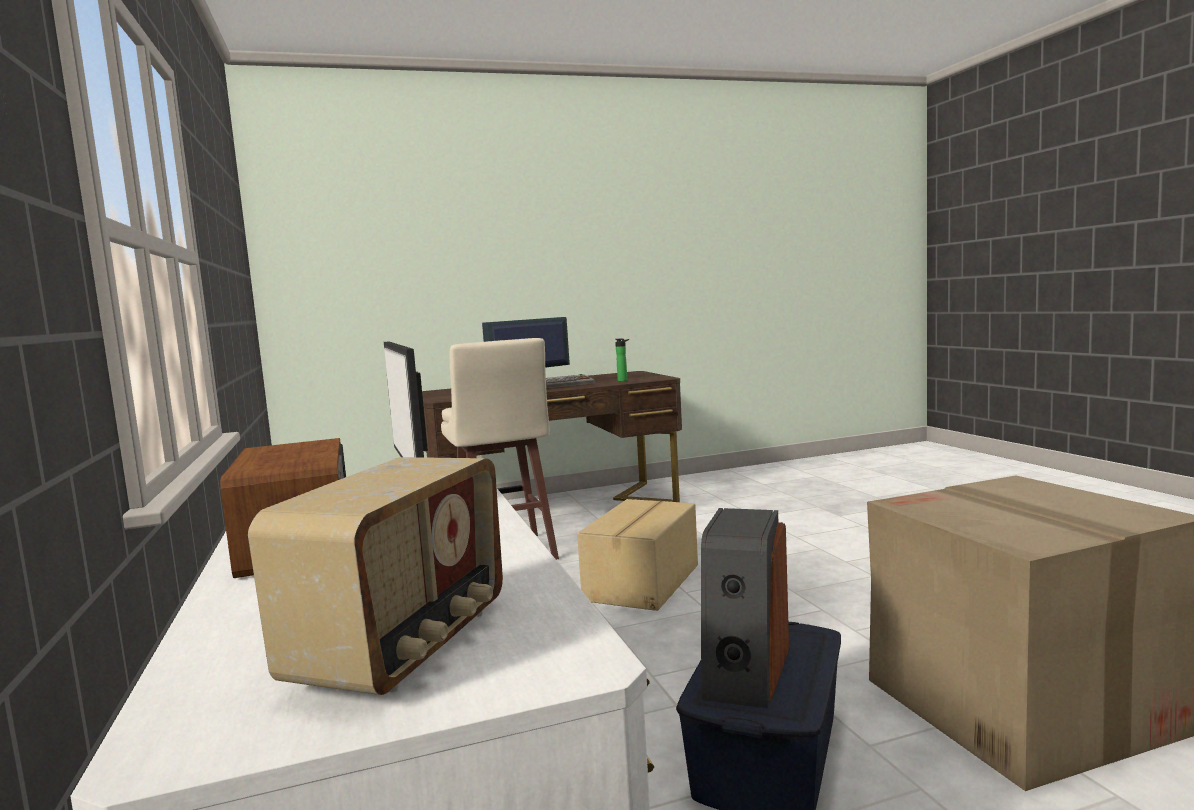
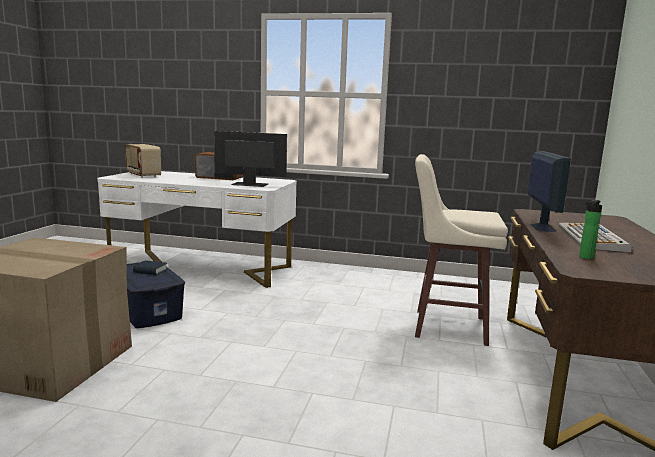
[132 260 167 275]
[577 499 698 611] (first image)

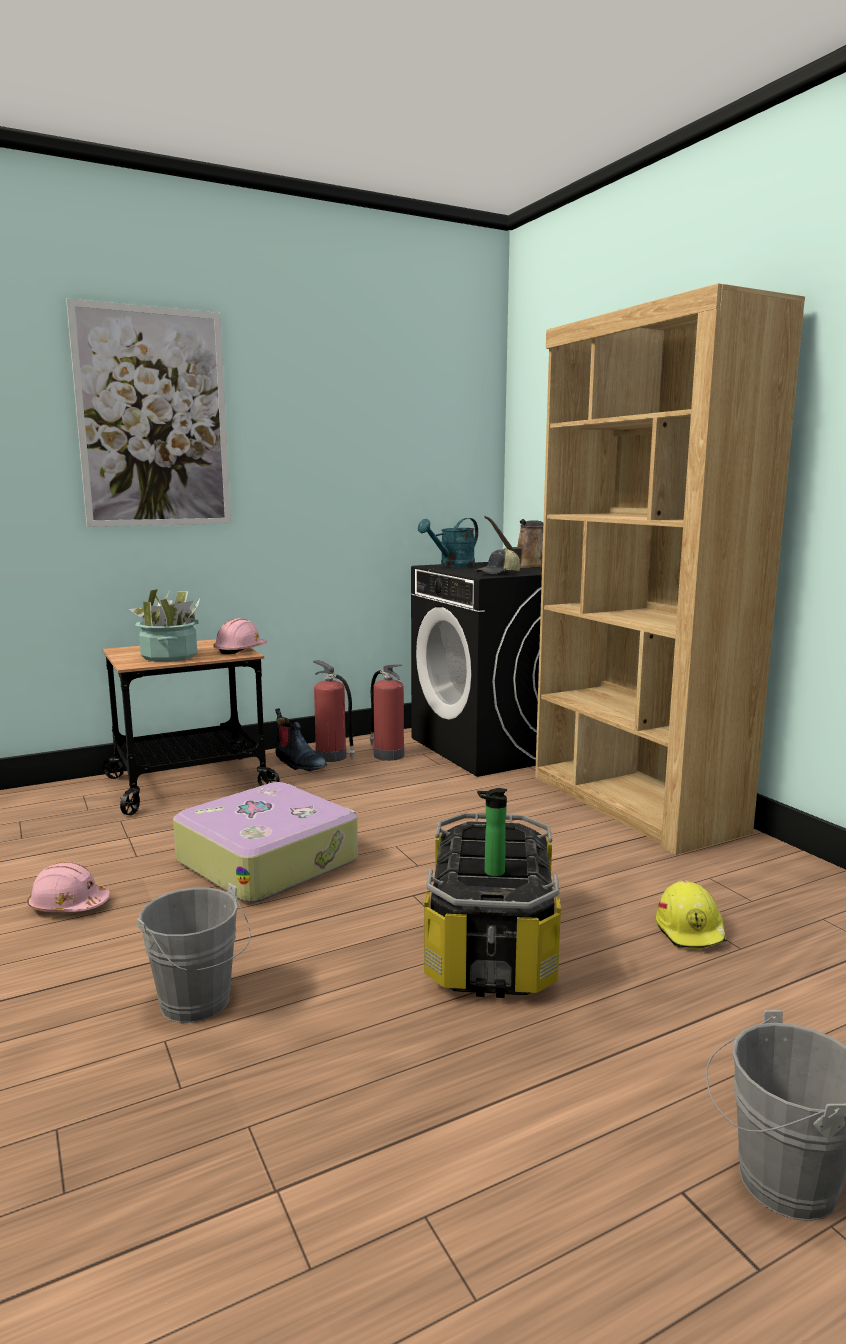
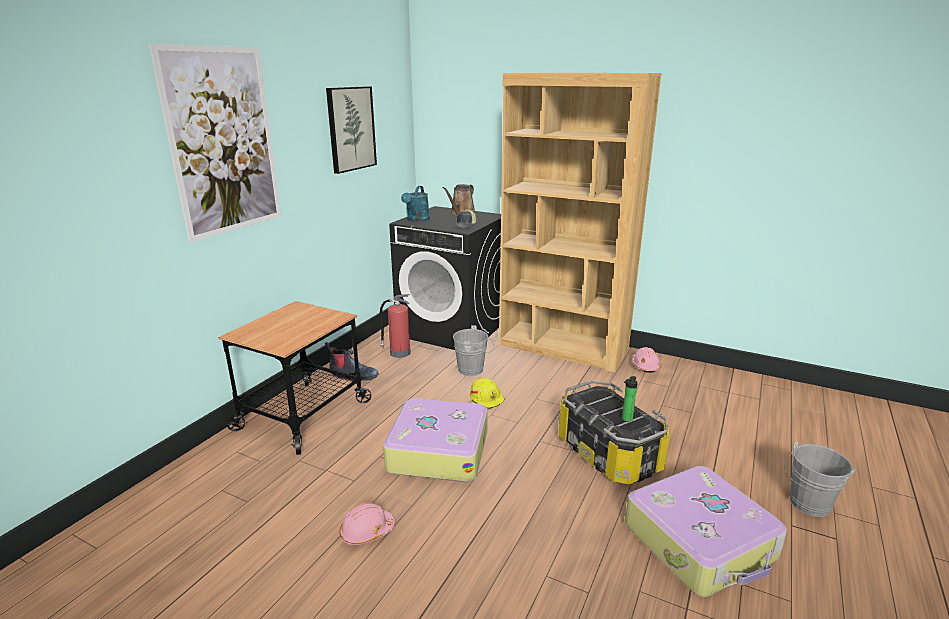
[326 86 377 174]
[453 325 494 376]
[470 377 505 409]
[625 466 787 597]
[632 347 661 373]
[129 589 200 662] (first image)
[313 660 355 762] (first image)

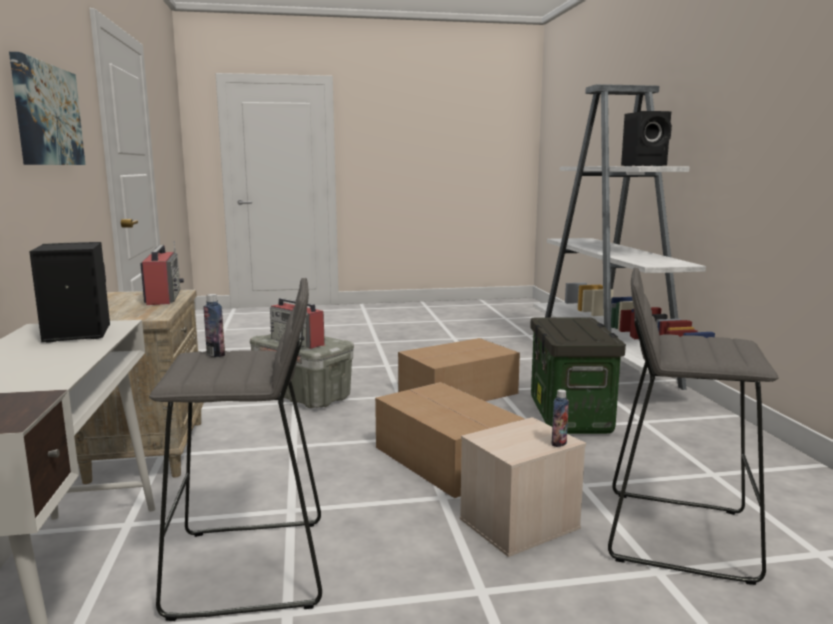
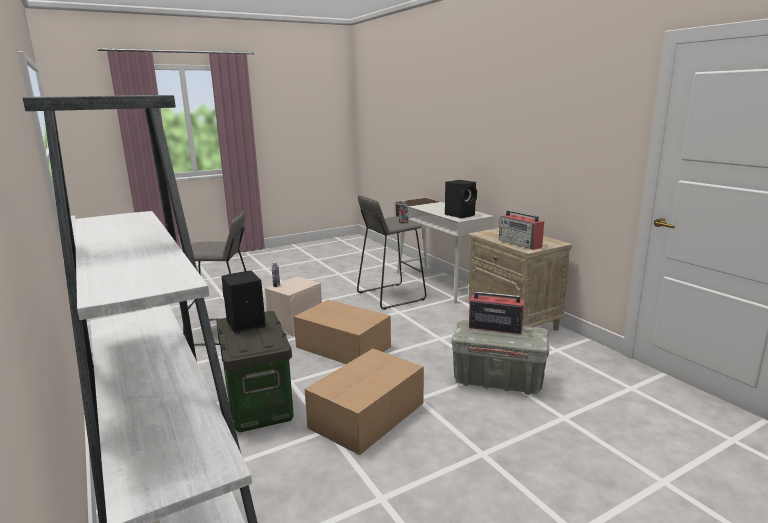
[221 271 266 334]
[9 52 85 165] (first image)

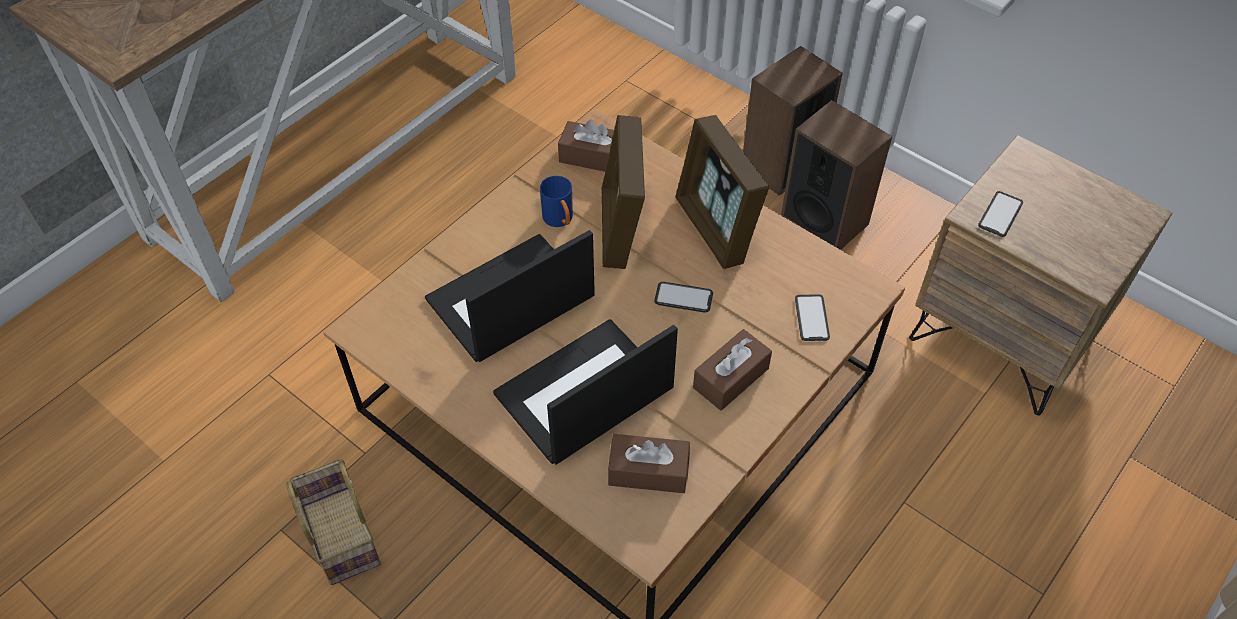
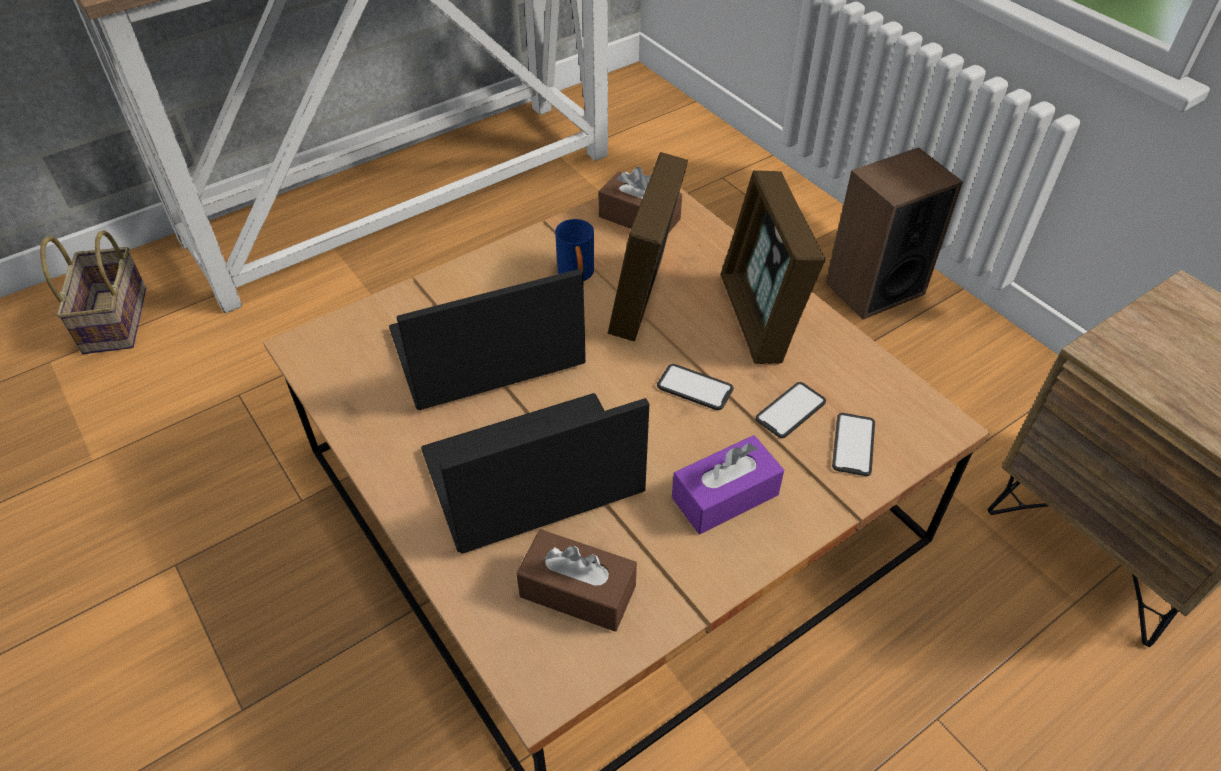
[40 230 146 354]
[672 435 784 534]
[755 382 826 438]
[781 100 892 250] (first image)

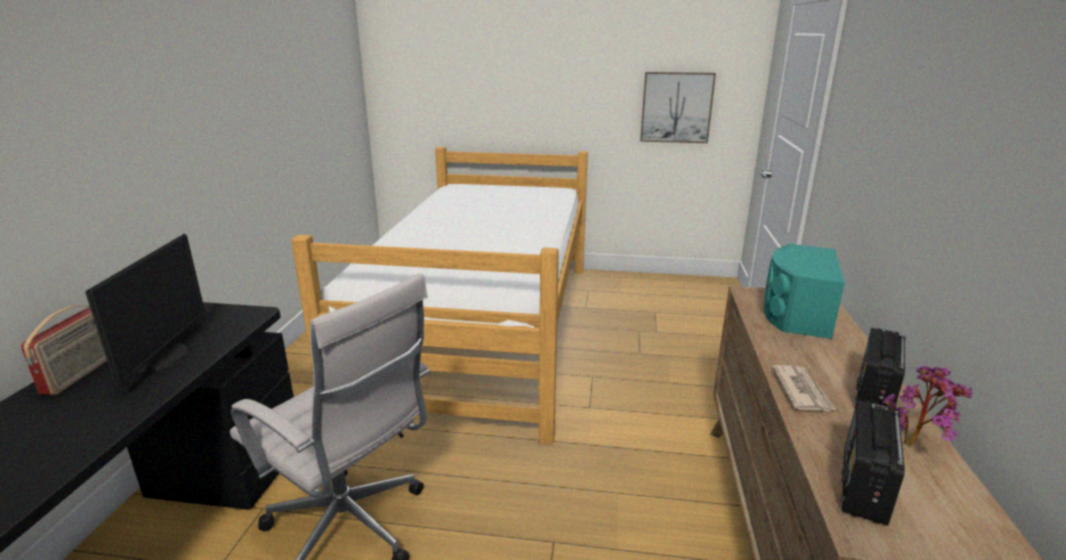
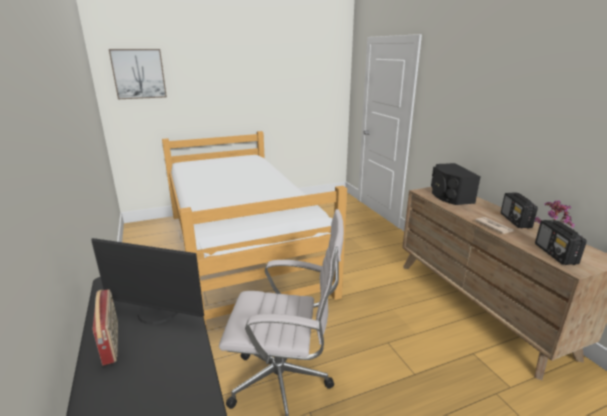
[91 238 204 325]
[109 49 167 99]
[431 163 481 205]

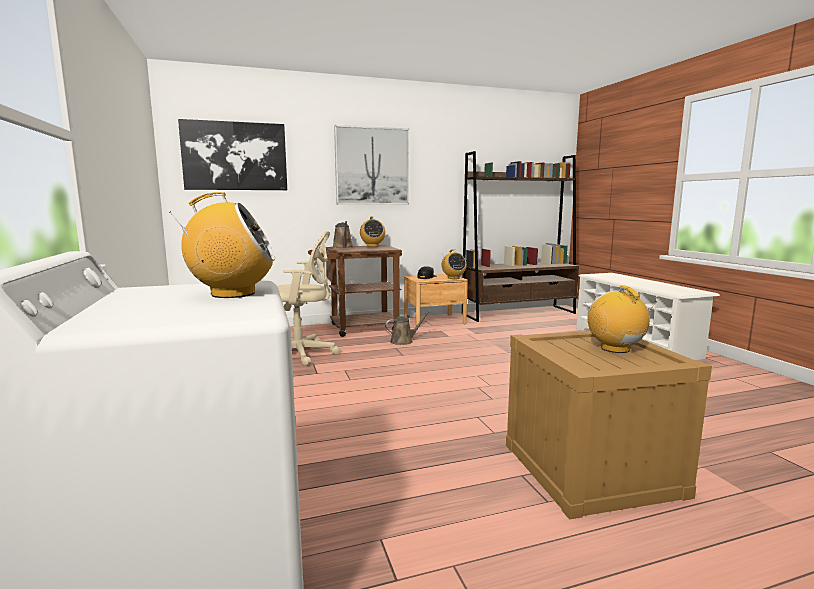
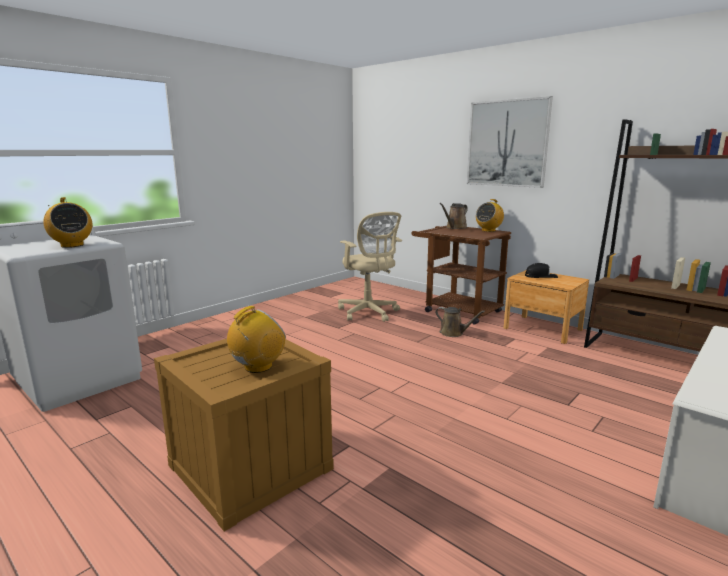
[178 119 287 190] (first image)
[442 249 467 279] (first image)

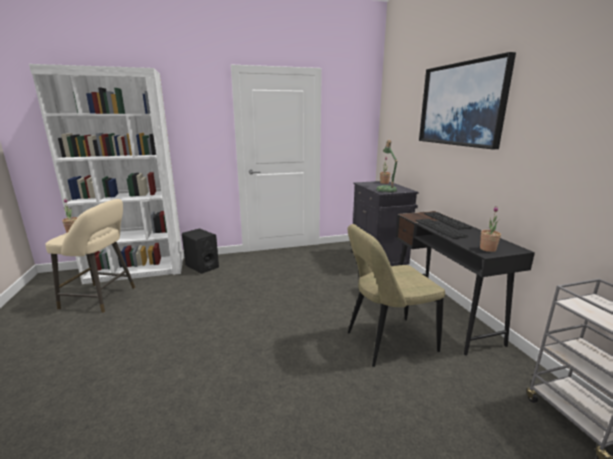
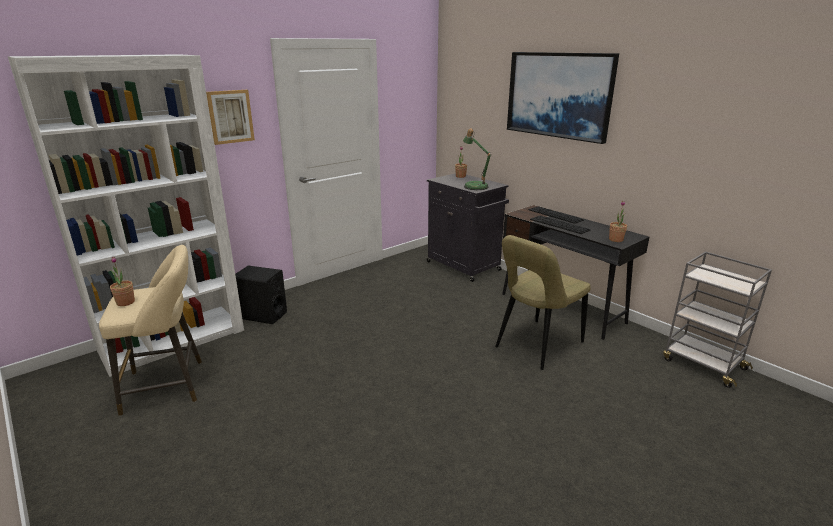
[206 90 255 145]

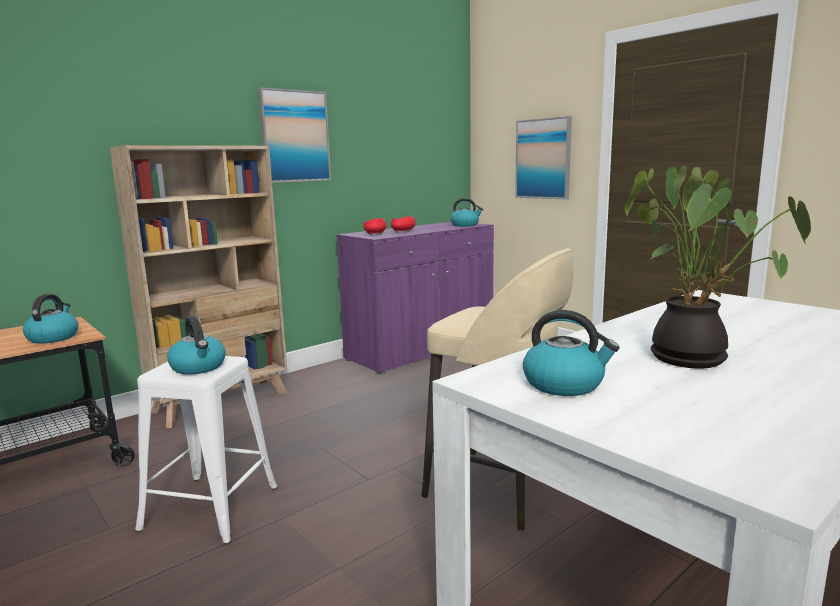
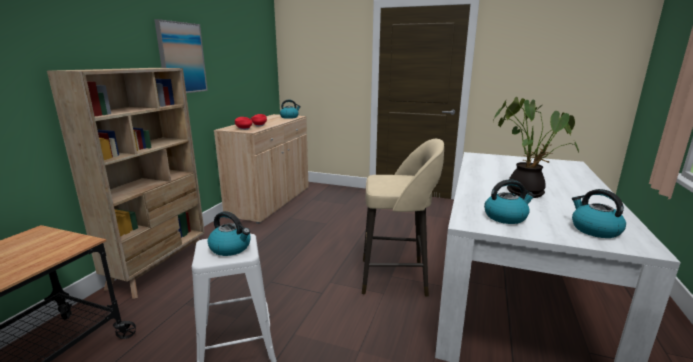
[214 114 309 224]
[572 189 626 238]
[515 116 572 199] (first image)

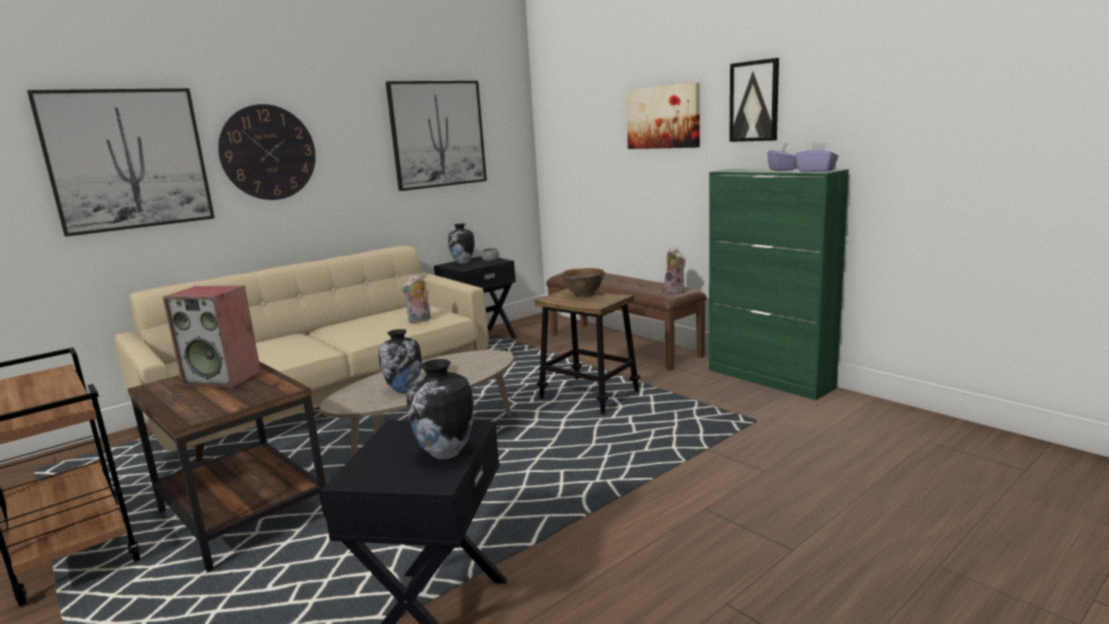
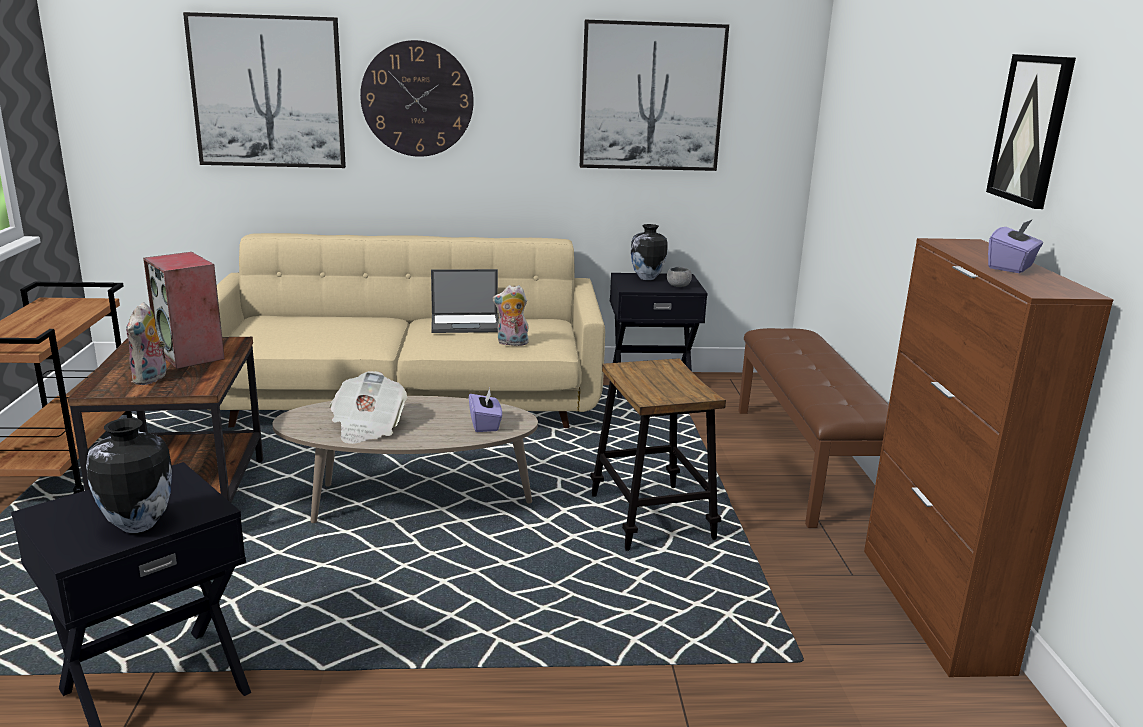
[126 302 167 385]
[330 371 407 444]
[431 269 499 333]
[469 388 502 432]
[864 238 1113 677]
[562 268 605 297] (first image)
[626 83 700 149] (first image)

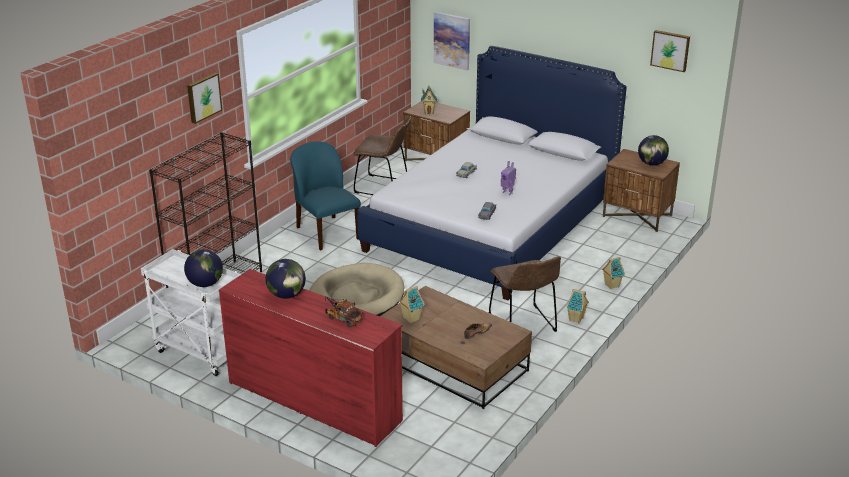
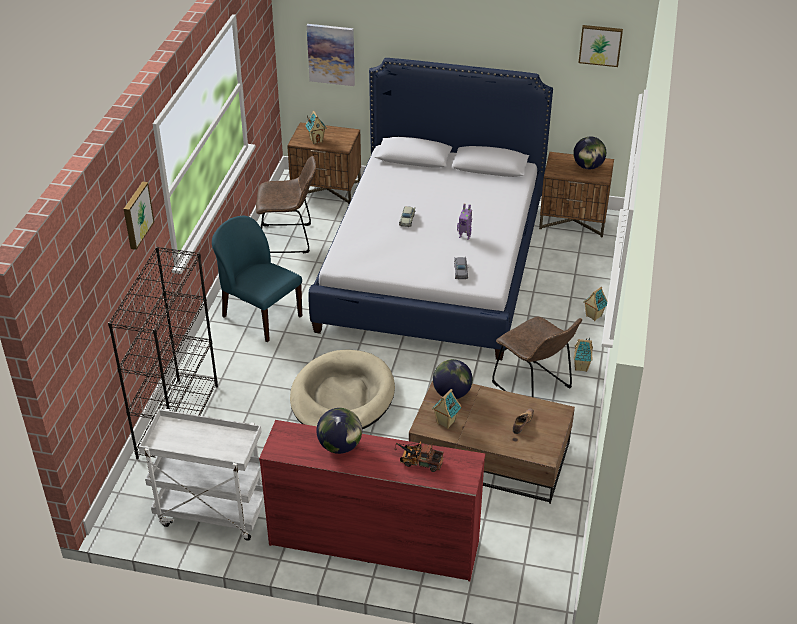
[433 359 473 399]

